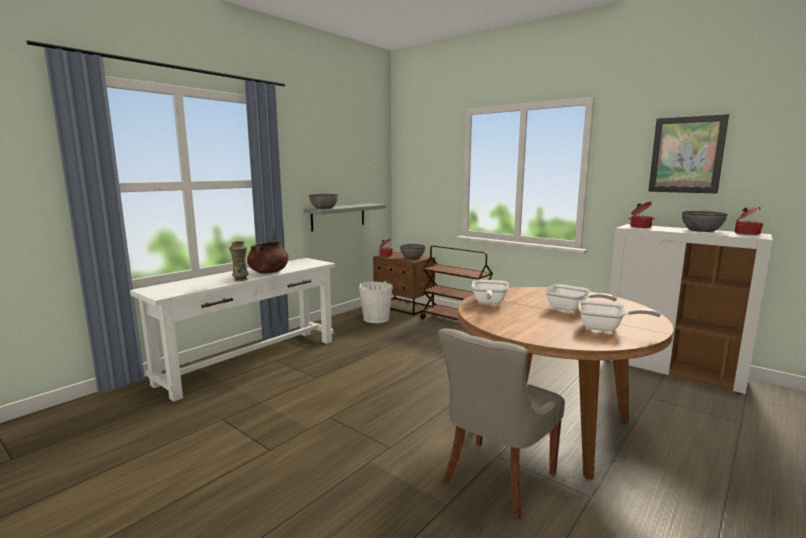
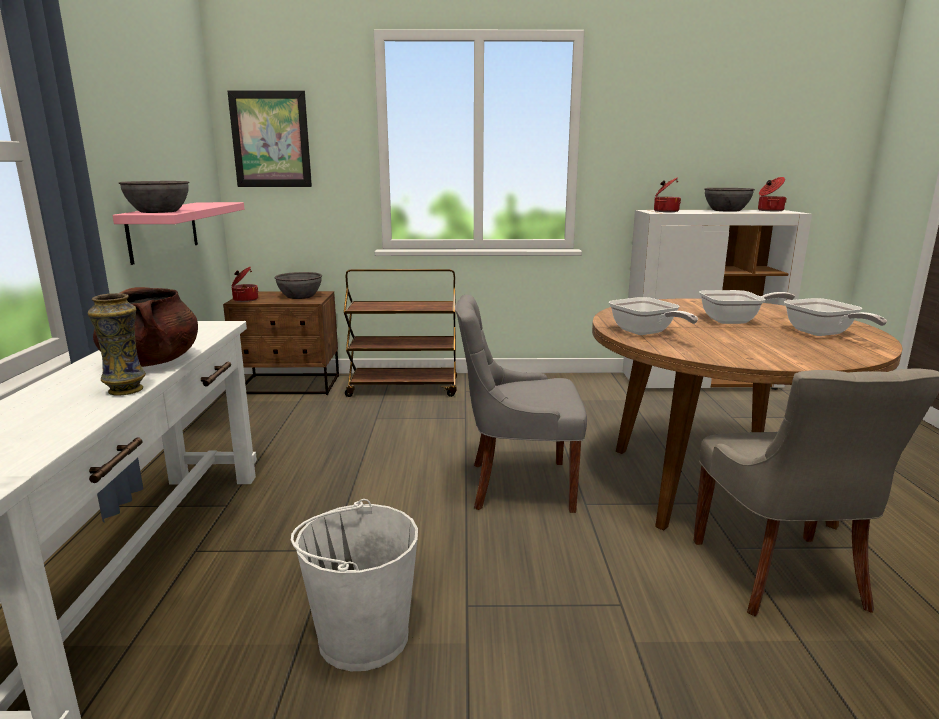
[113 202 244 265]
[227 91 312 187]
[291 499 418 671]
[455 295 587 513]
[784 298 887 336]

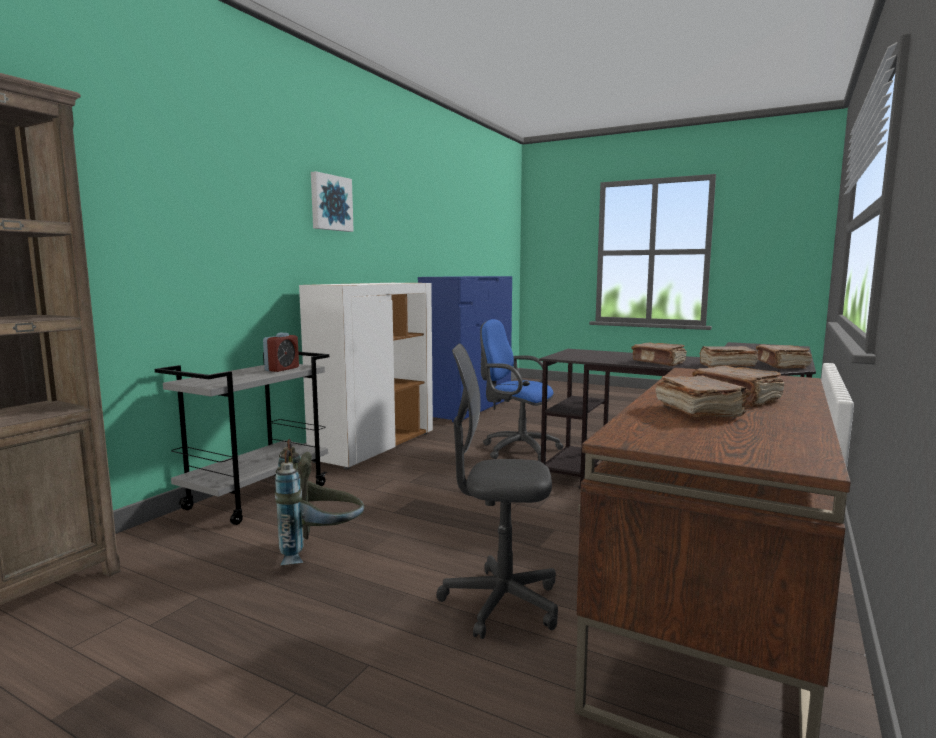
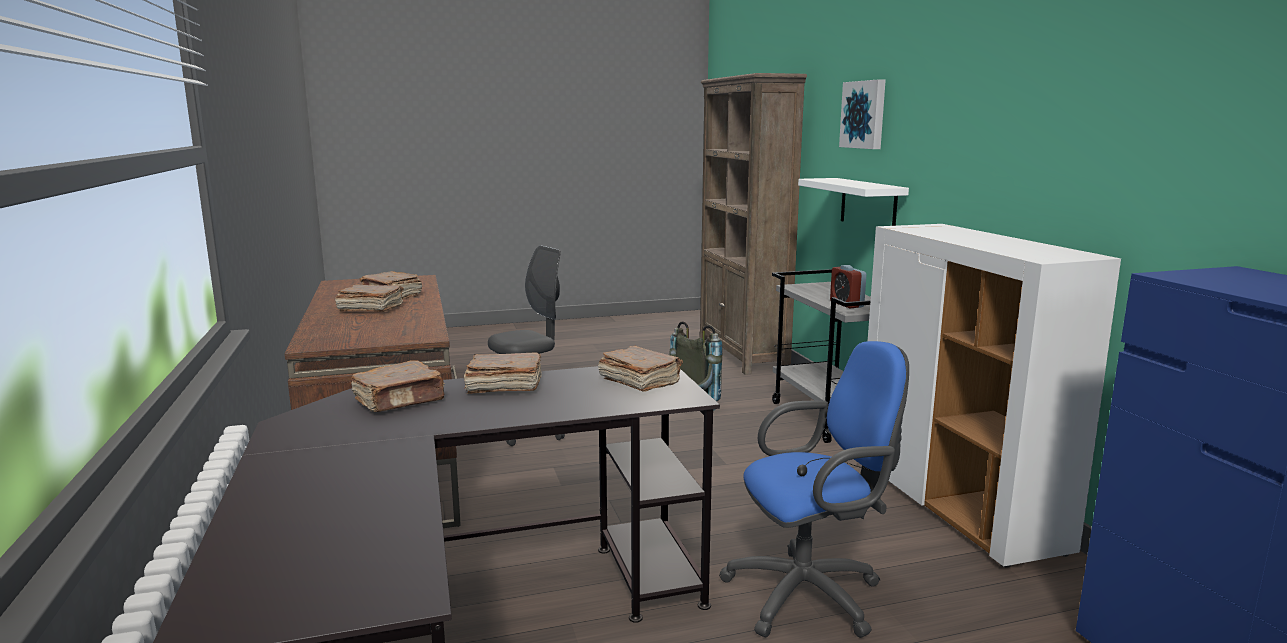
[598 346 683 392]
[798 178 909 226]
[839 79 886 149]

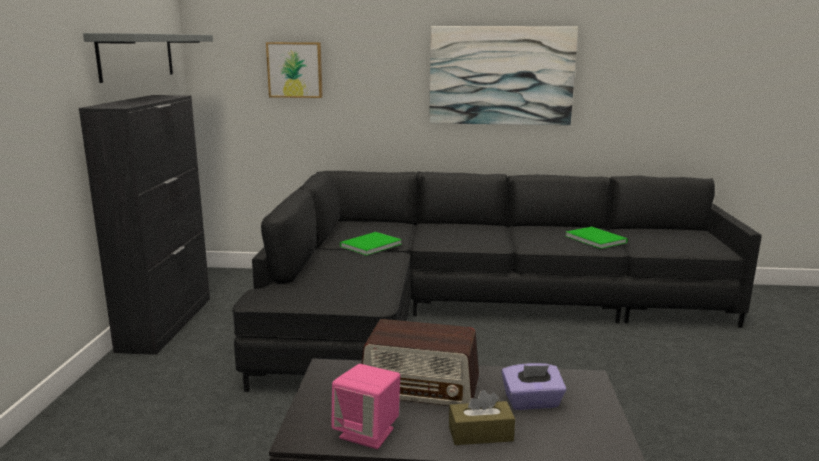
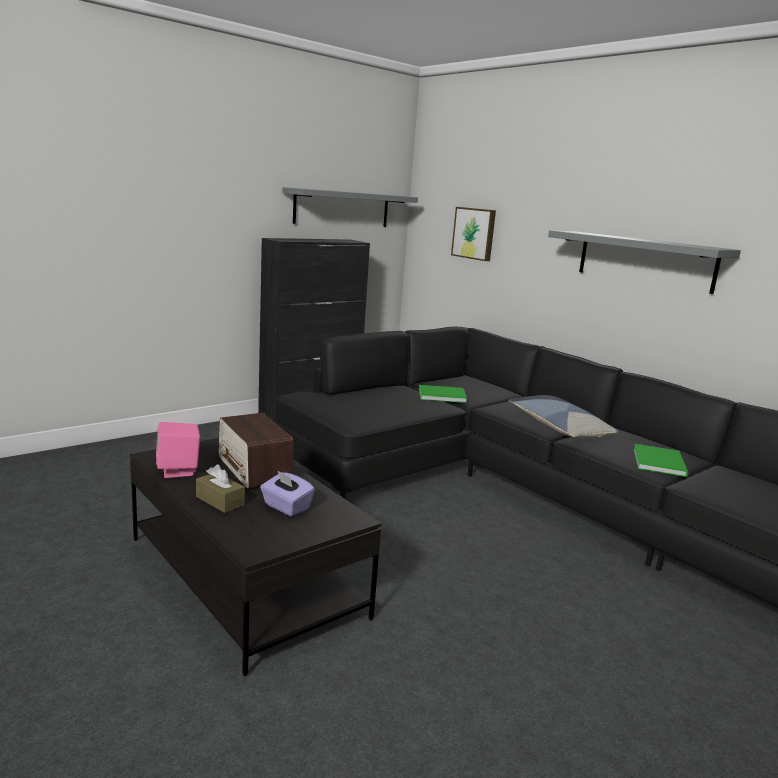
[509 395 618 437]
[548 230 741 294]

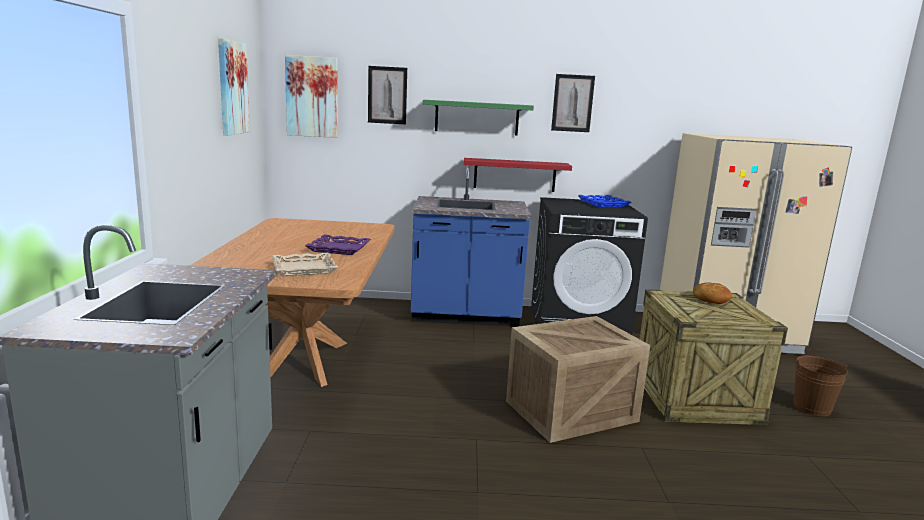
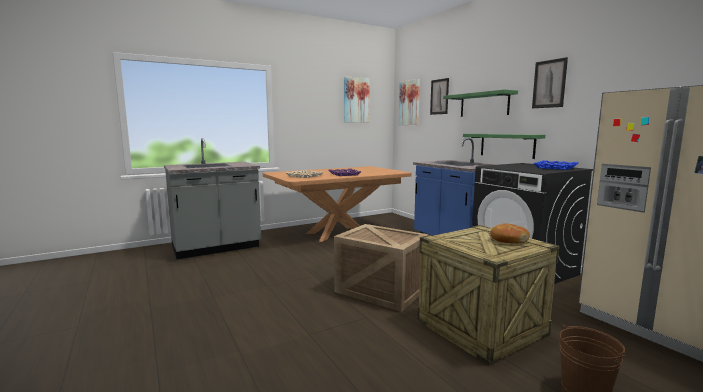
[463 134 545 159]

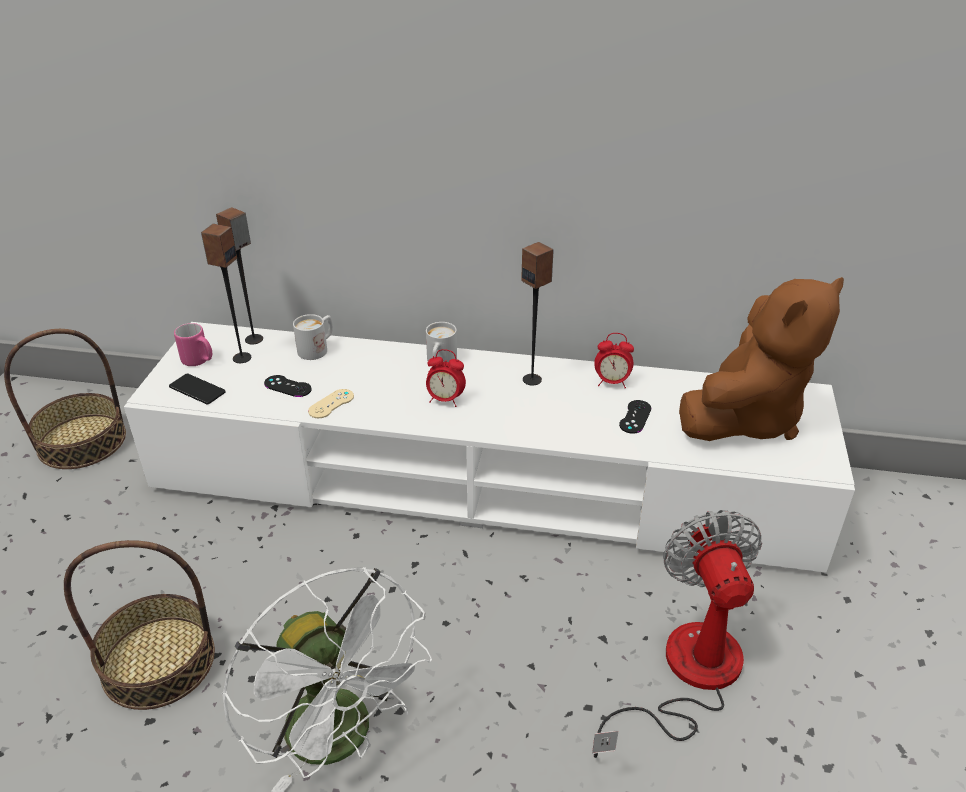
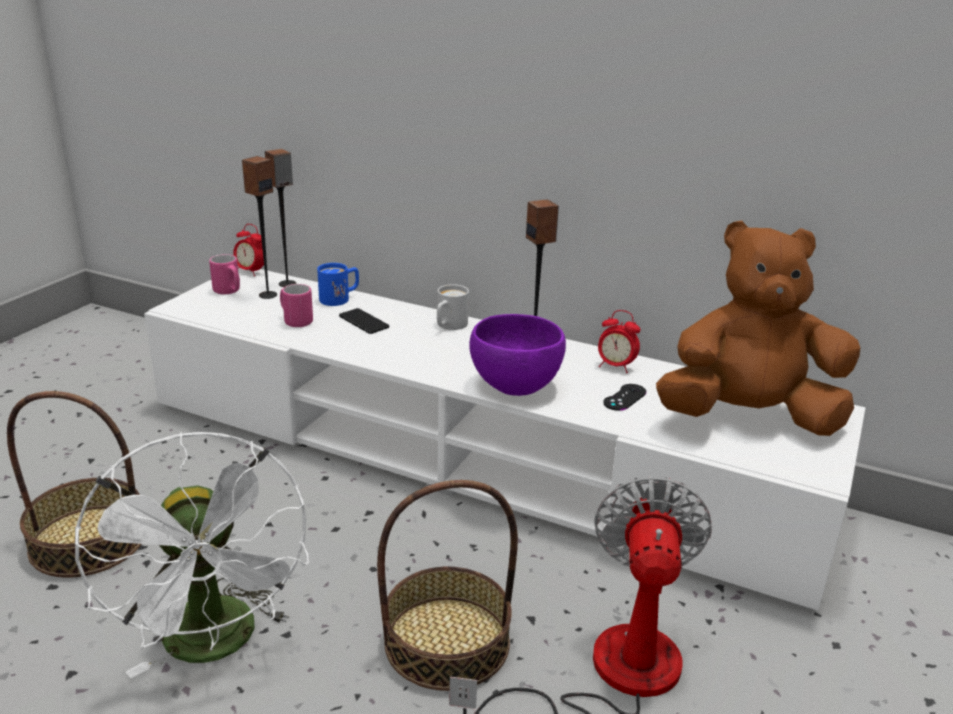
[233 224 264 276]
[280 284 313 327]
[317 263 359 306]
[339 308 389 334]
[377 480 518 691]
[469 314 566 396]
[656 220 860 436]
[308 389 354 418] (first image)

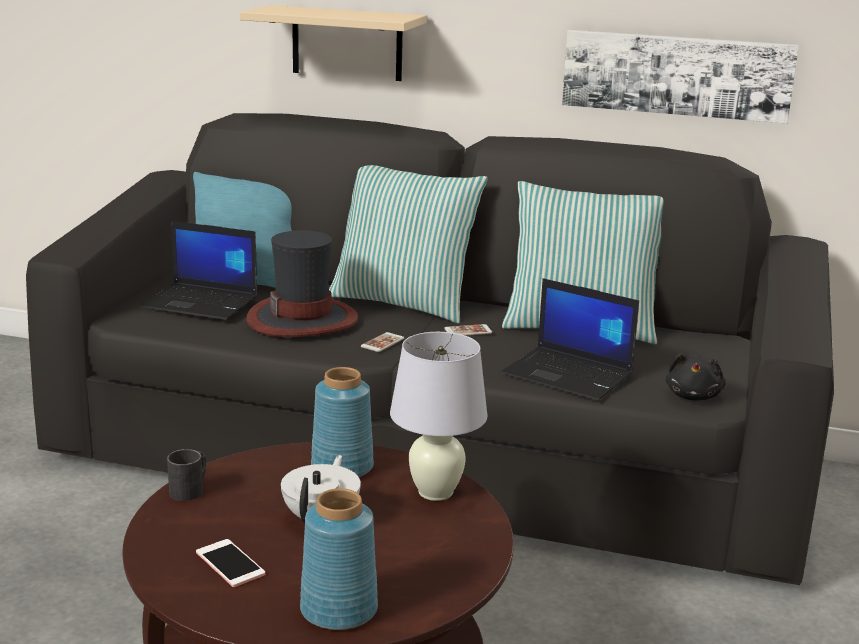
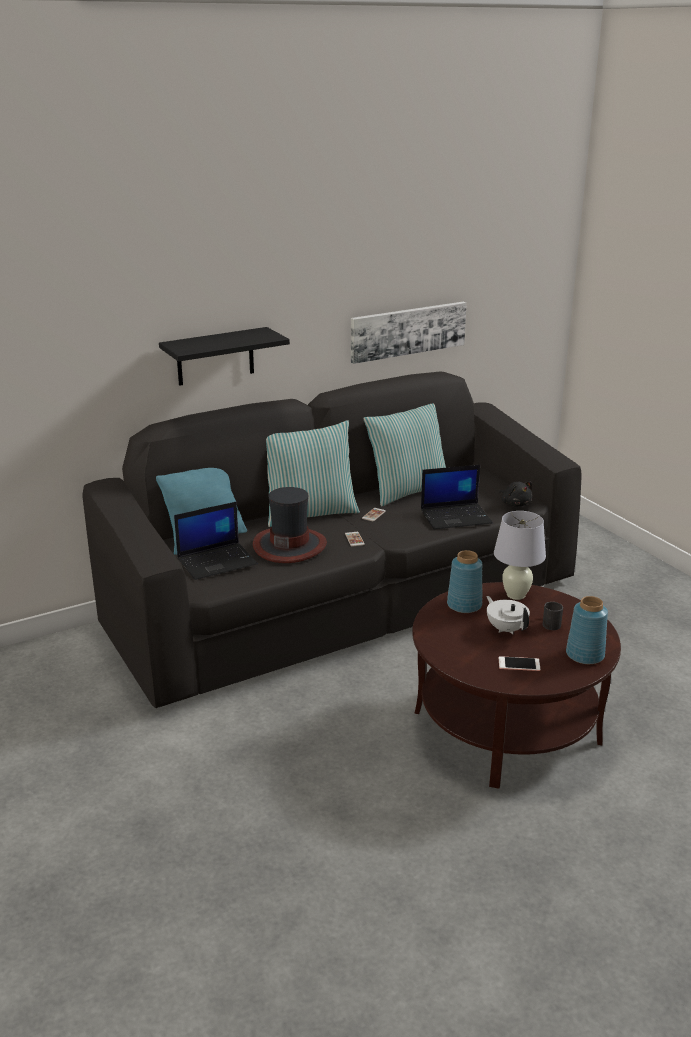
[159 327 290 386]
[542 602 563 630]

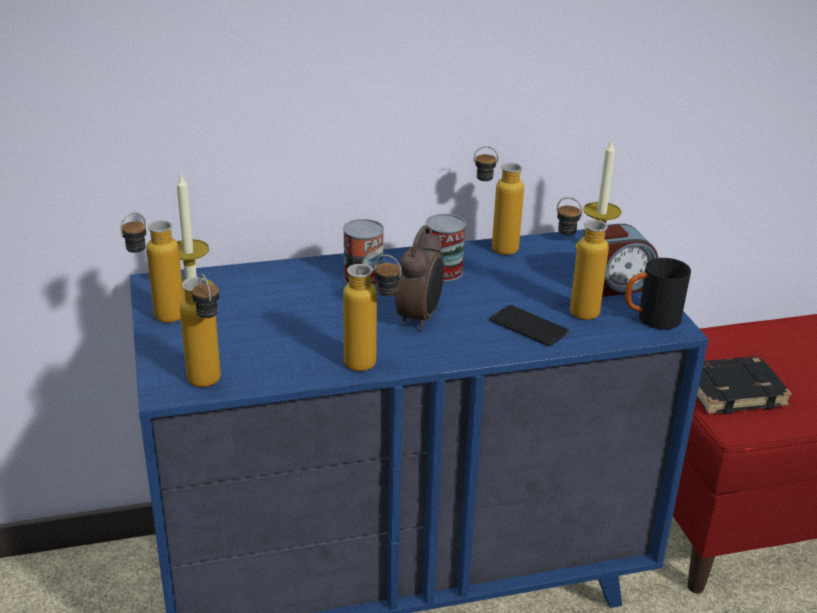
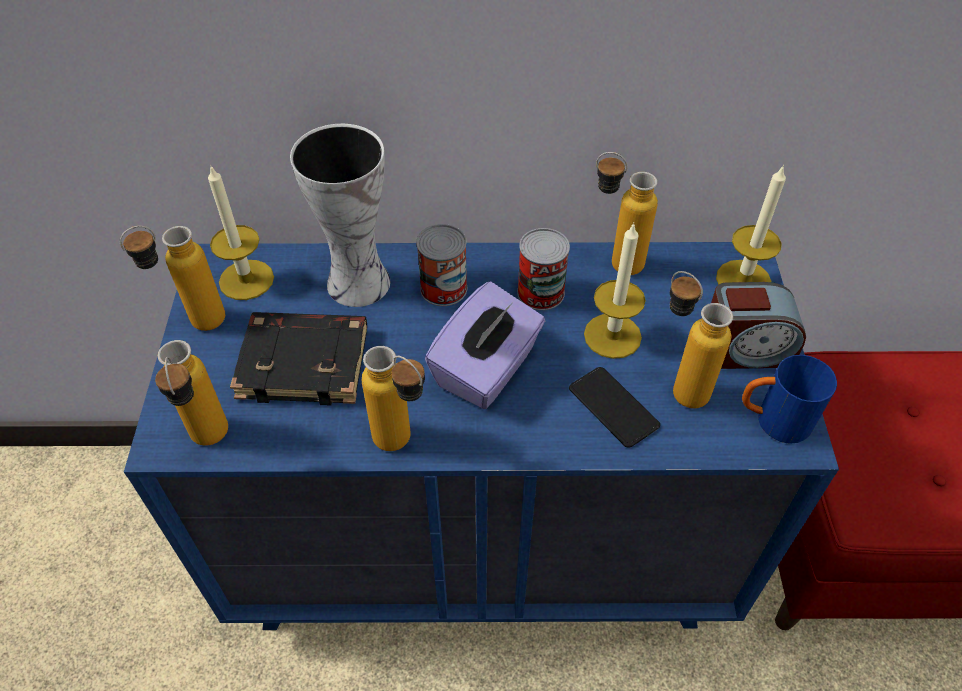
[230 312 367 406]
[290 124 390 307]
[425 281 545 409]
[584 223 646 359]
[742 355 837 444]

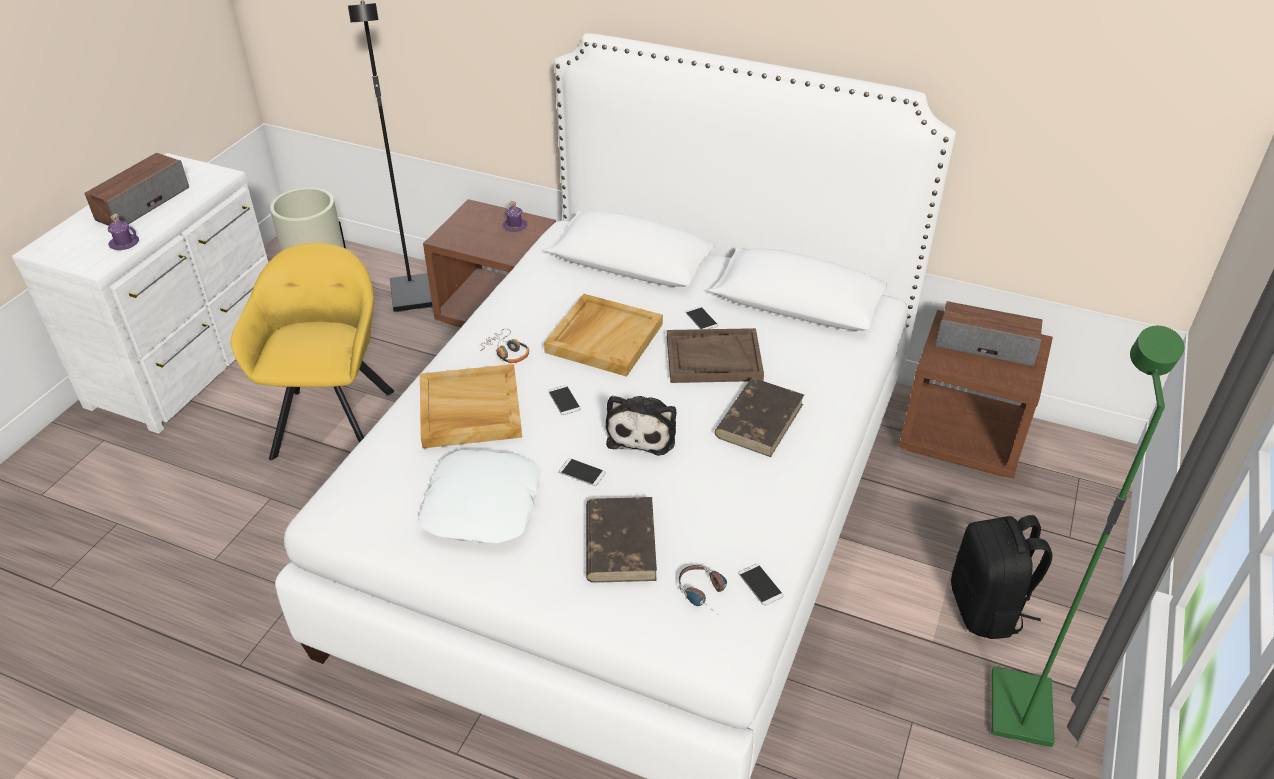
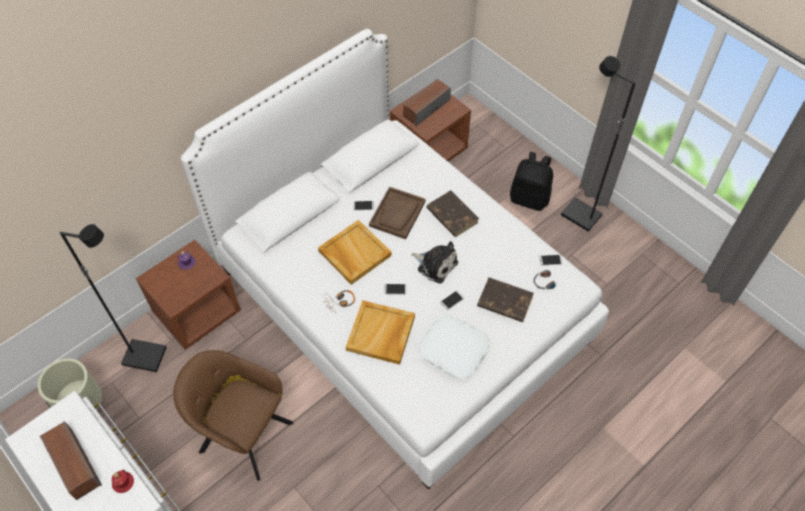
[112 470 134 493]
[173 350 294 481]
[561 56 636 231]

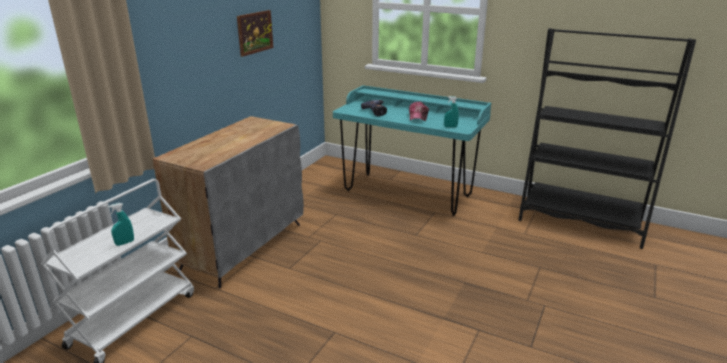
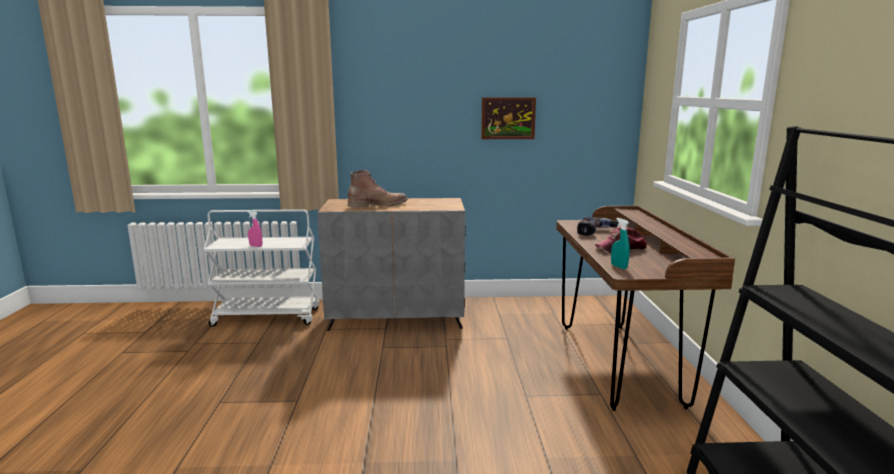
[248 211 262 247]
[348 170 408 208]
[556 206 735 411]

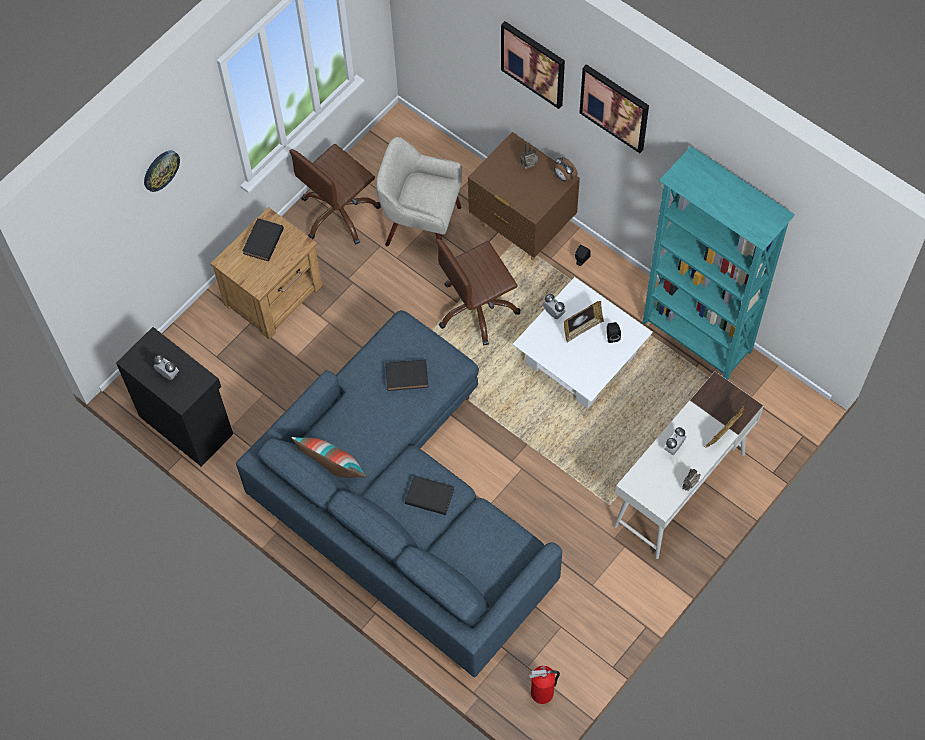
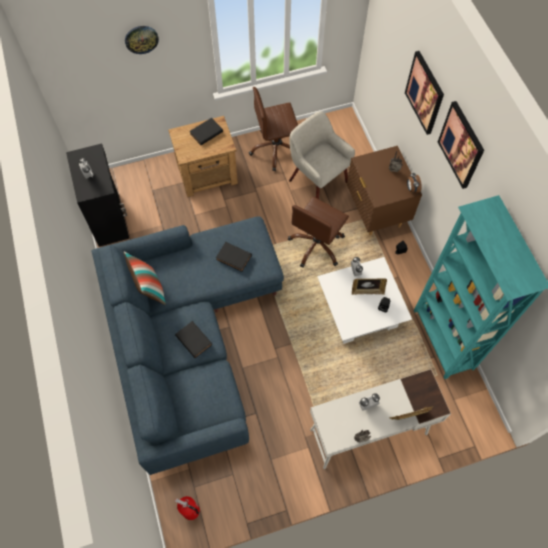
[288 197 349 268]

